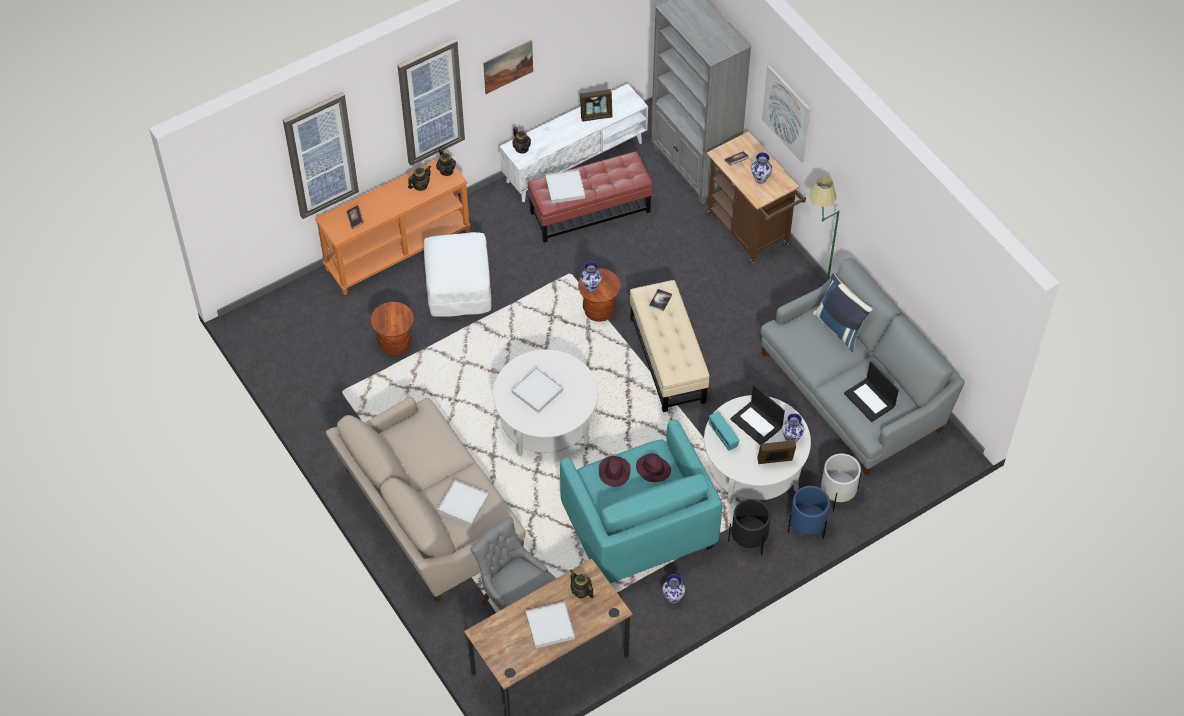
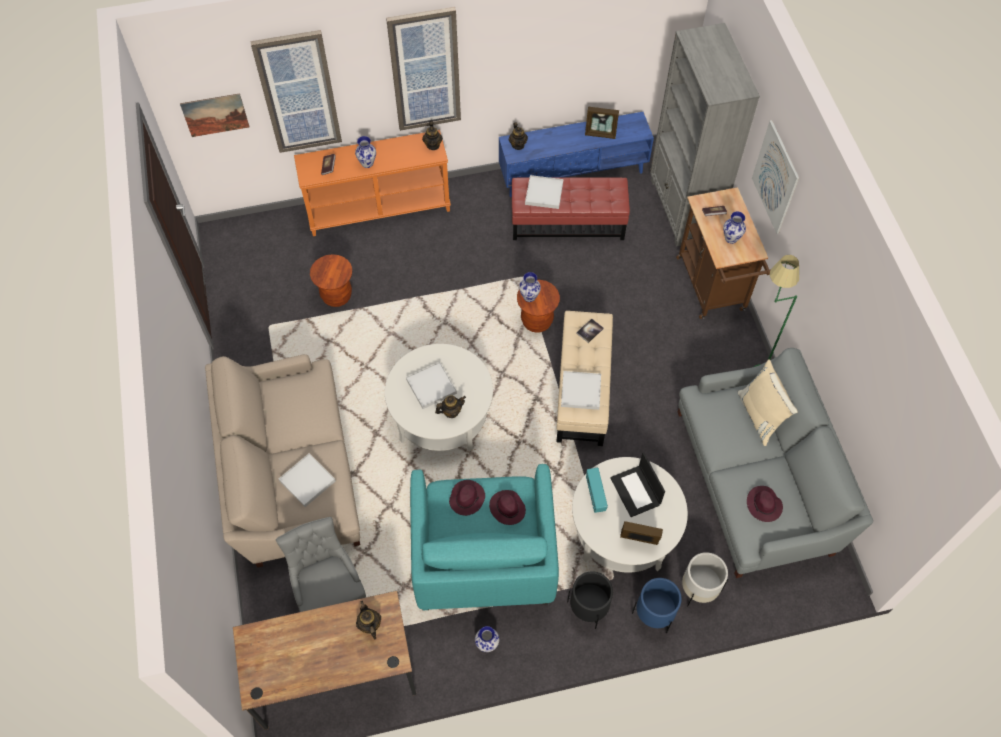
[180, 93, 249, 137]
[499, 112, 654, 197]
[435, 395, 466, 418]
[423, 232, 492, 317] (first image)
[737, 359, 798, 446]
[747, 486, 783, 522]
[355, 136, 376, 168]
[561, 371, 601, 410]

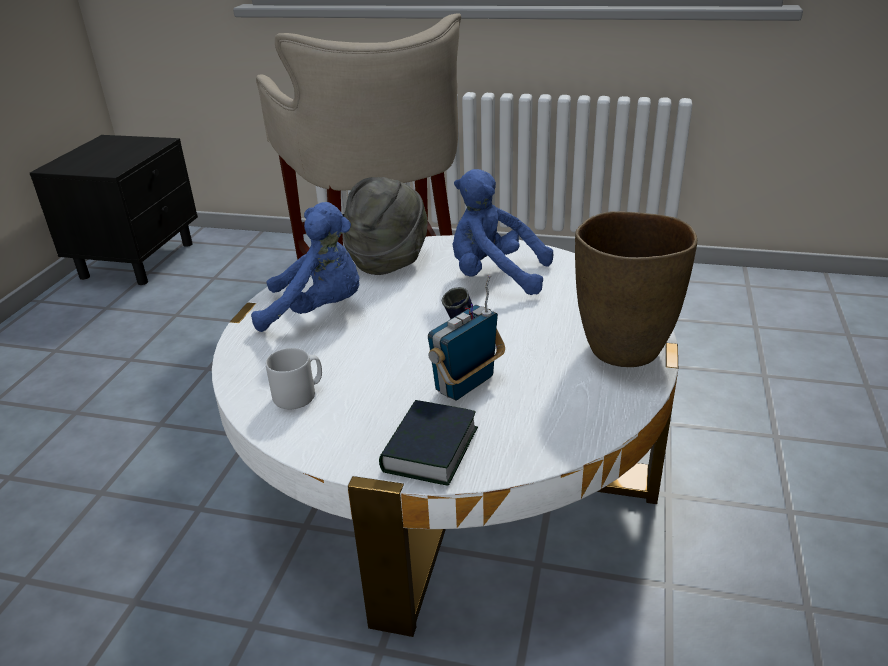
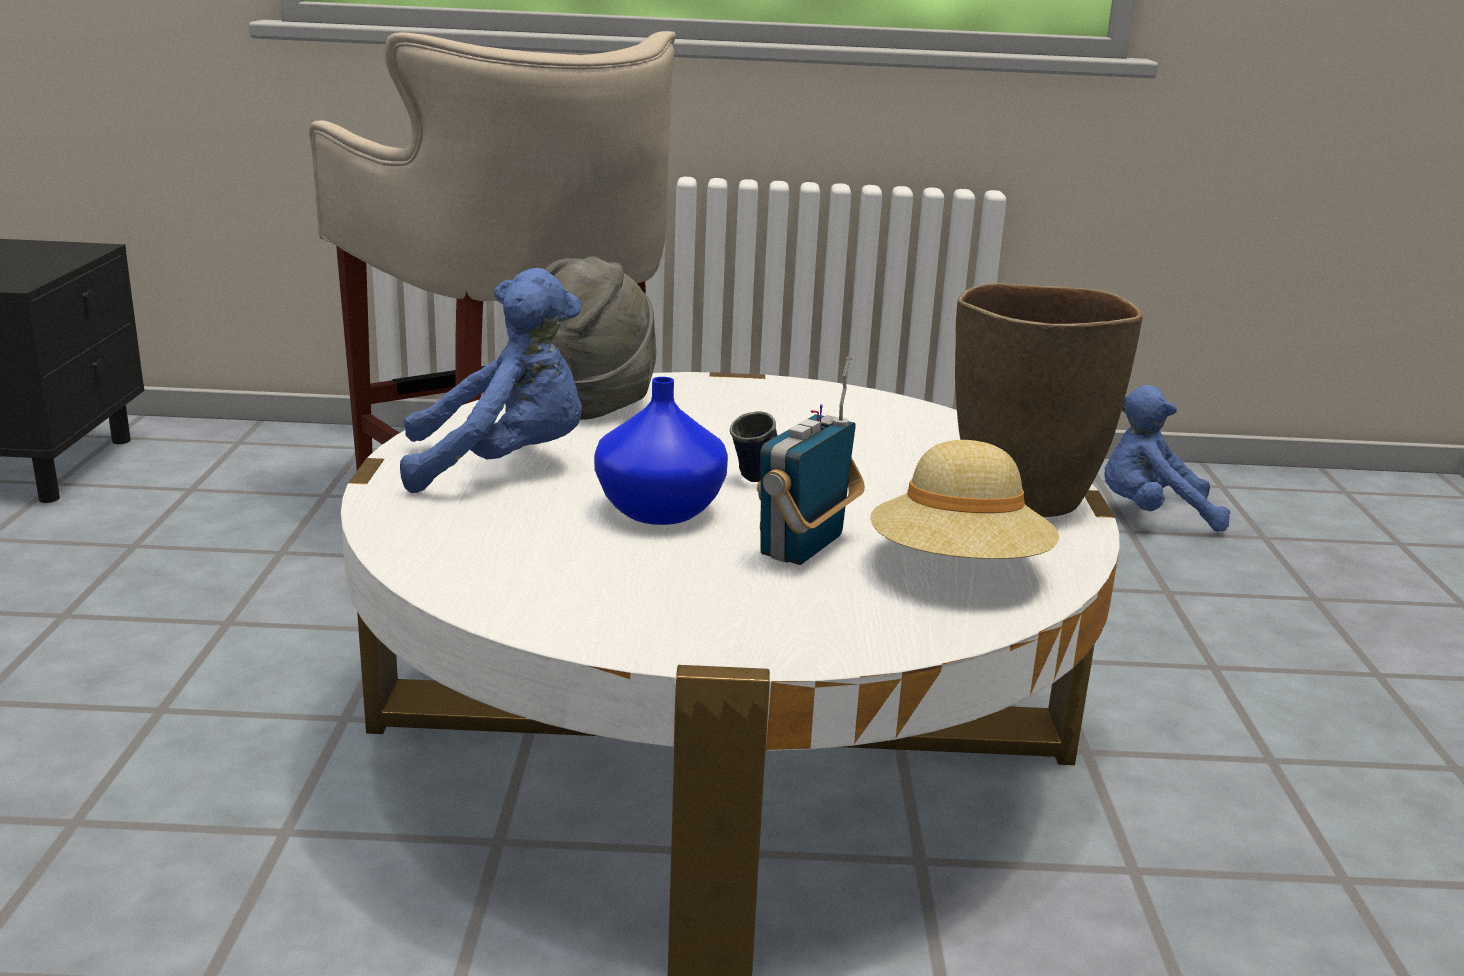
[1104, 385, 1230, 532]
[266, 348, 322, 409] (first image)
[379, 400, 478, 485] (first image)
[594, 377, 728, 525]
[870, 440, 1059, 559]

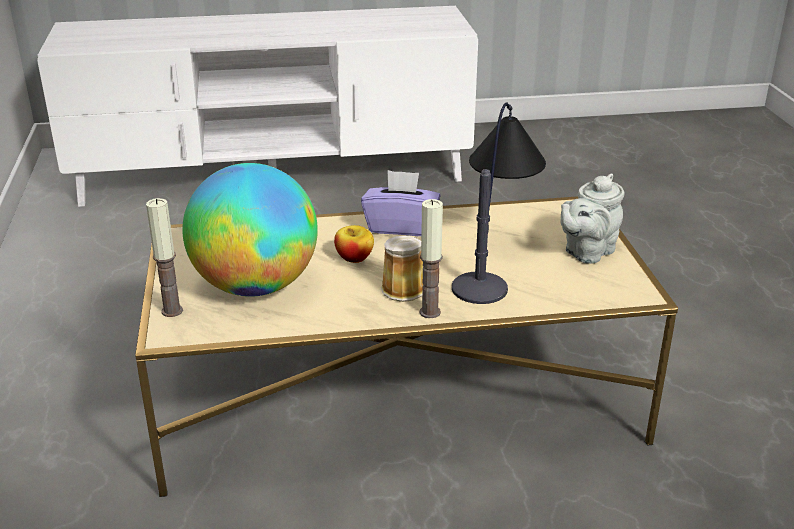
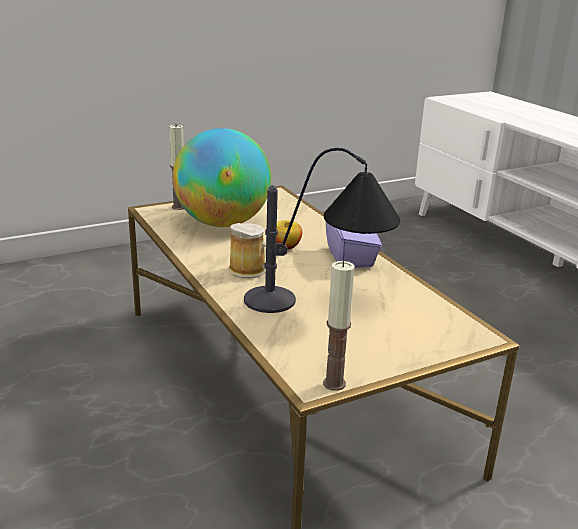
[560, 173, 624, 264] (first image)
[323, 261, 355, 391]

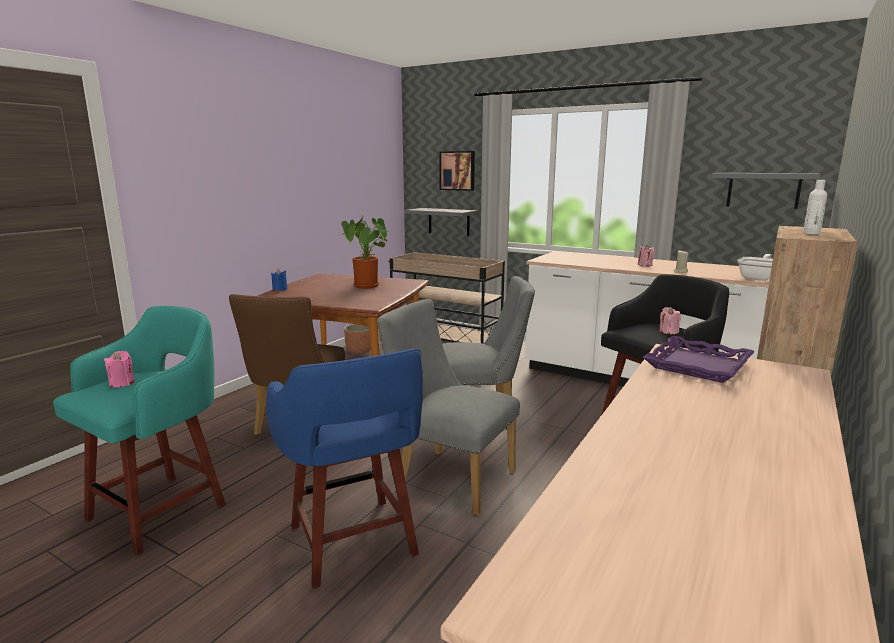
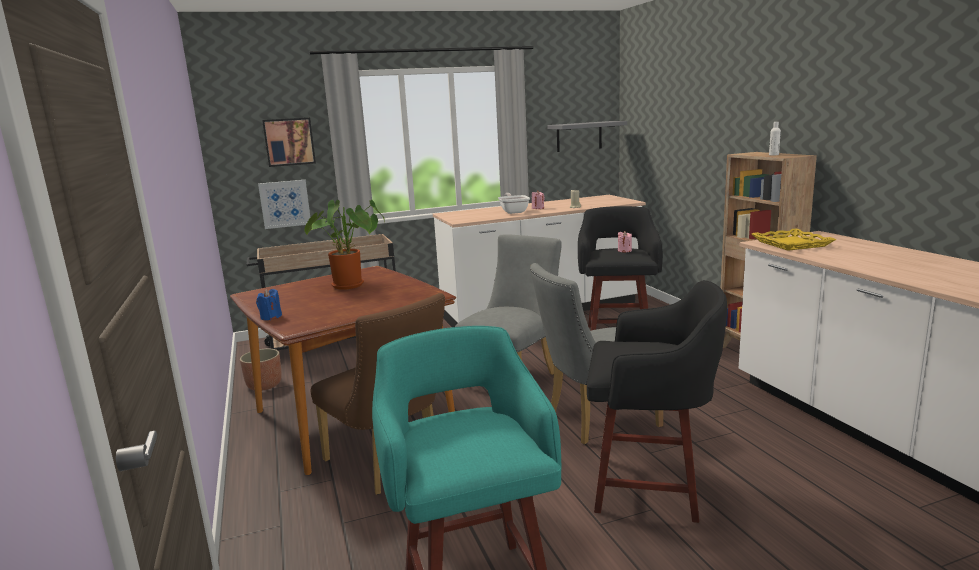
[258, 180, 310, 229]
[498, 193, 530, 214]
[752, 229, 836, 251]
[587, 280, 727, 523]
[104, 351, 135, 387] (first image)

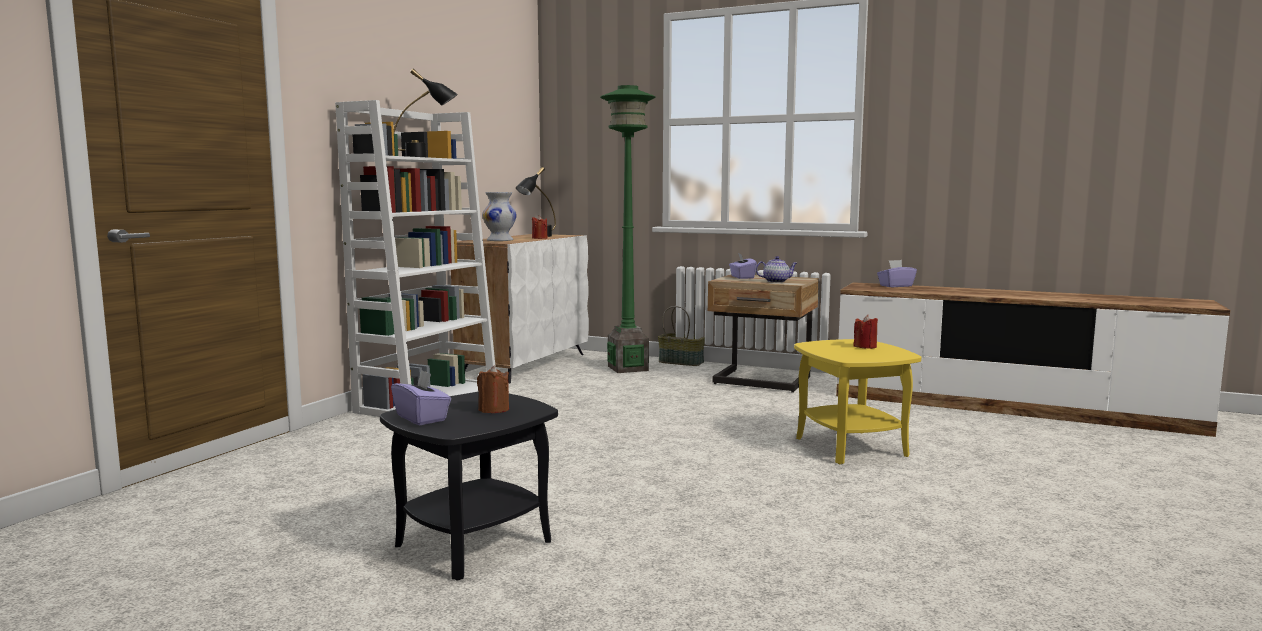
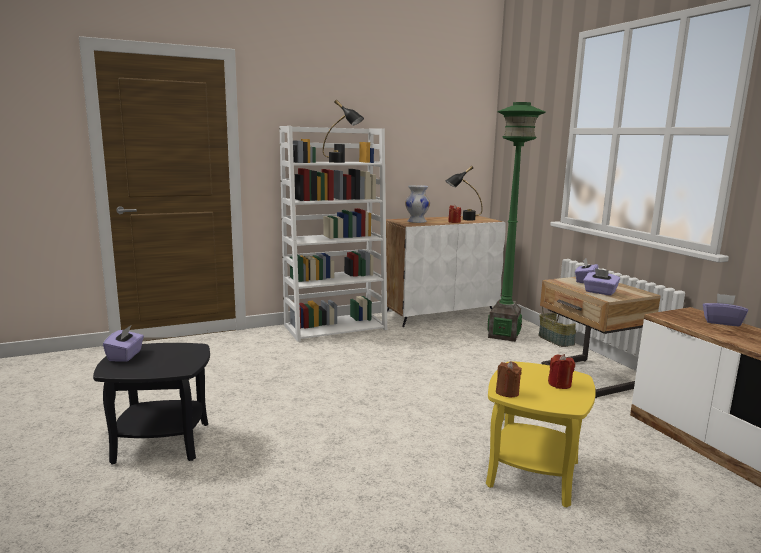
[583, 268, 620, 296]
[496, 361, 522, 397]

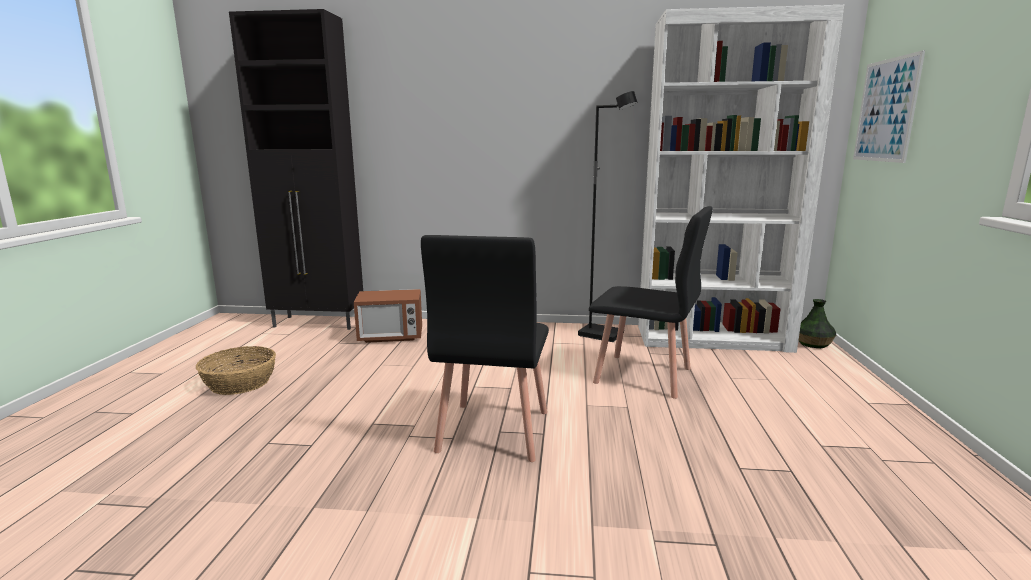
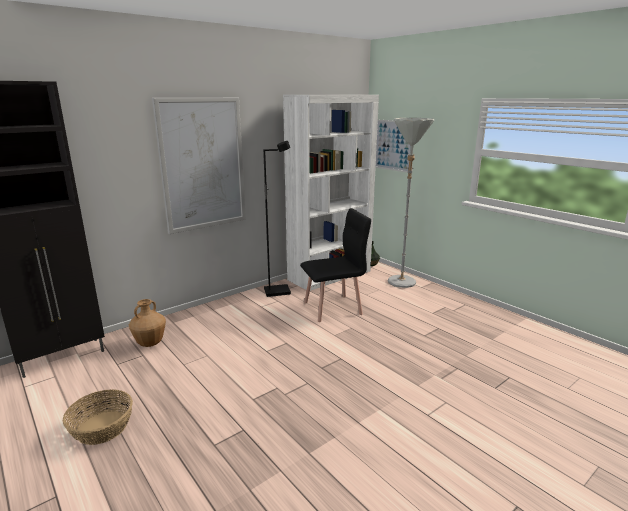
[421, 235, 549, 462] (first image)
[129, 299, 166, 347]
[152, 98, 246, 234]
[388, 118, 434, 288]

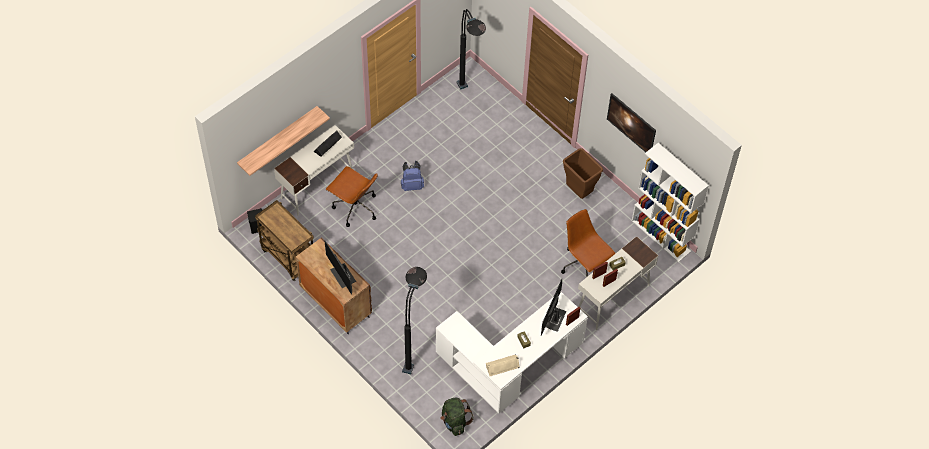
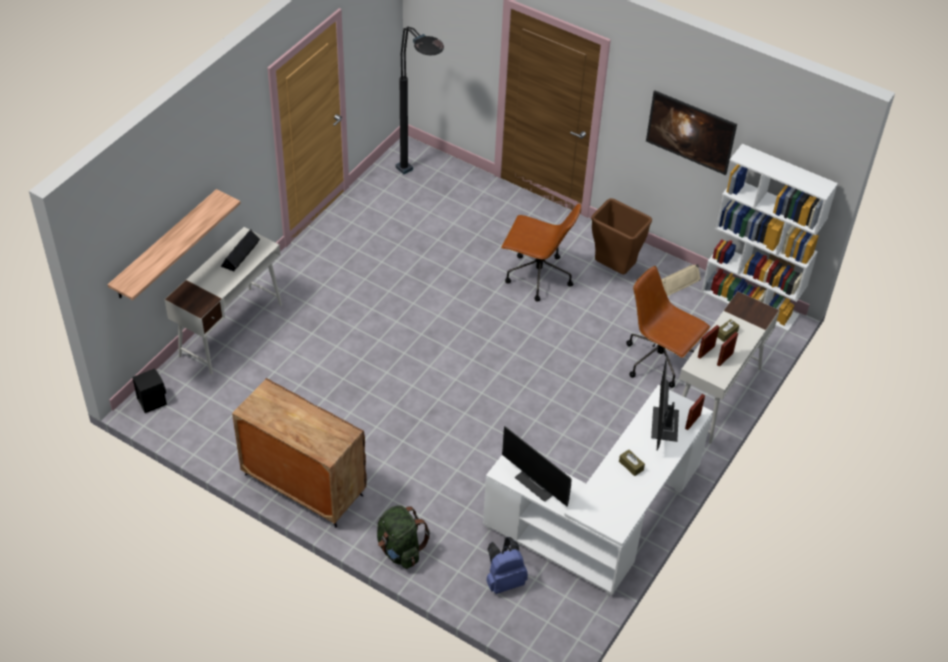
[486, 537, 528, 594]
[501, 203, 581, 301]
[255, 200, 314, 281] (first image)
[502, 426, 572, 506]
[402, 267, 427, 374] (first image)
[661, 264, 701, 296]
[377, 505, 430, 569]

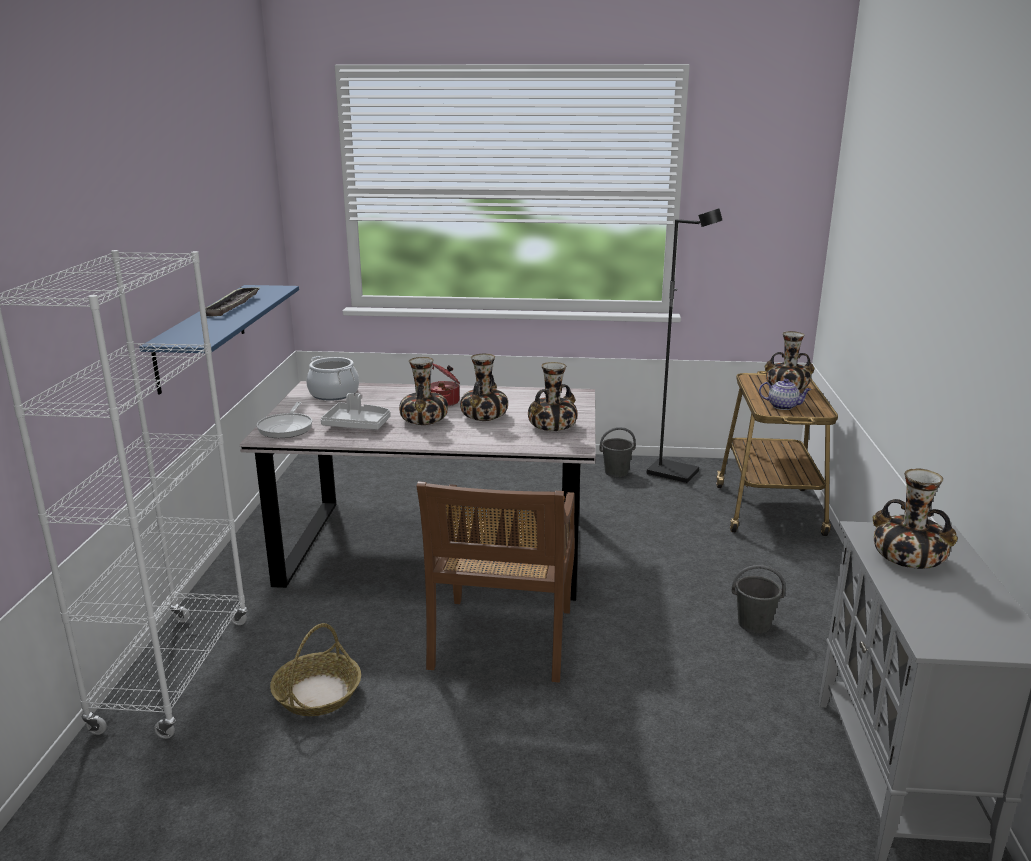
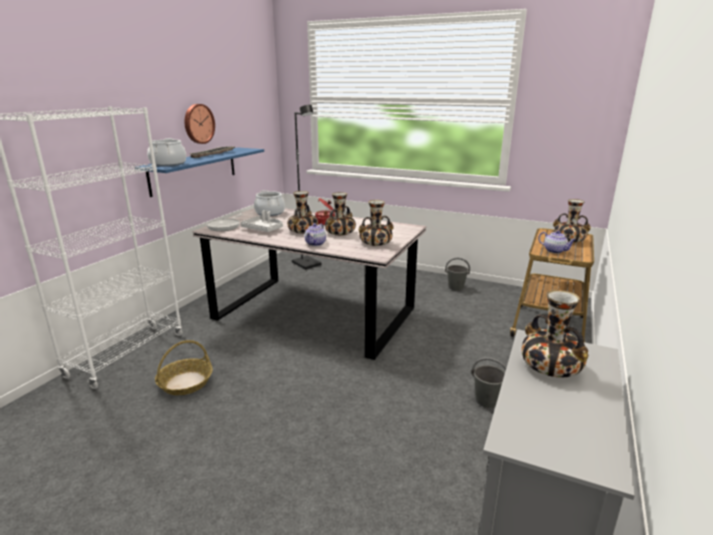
[292, 105, 322, 270]
[417, 481, 575, 682] (first image)
[184, 104, 215, 144]
[147, 138, 186, 167]
[304, 223, 326, 246]

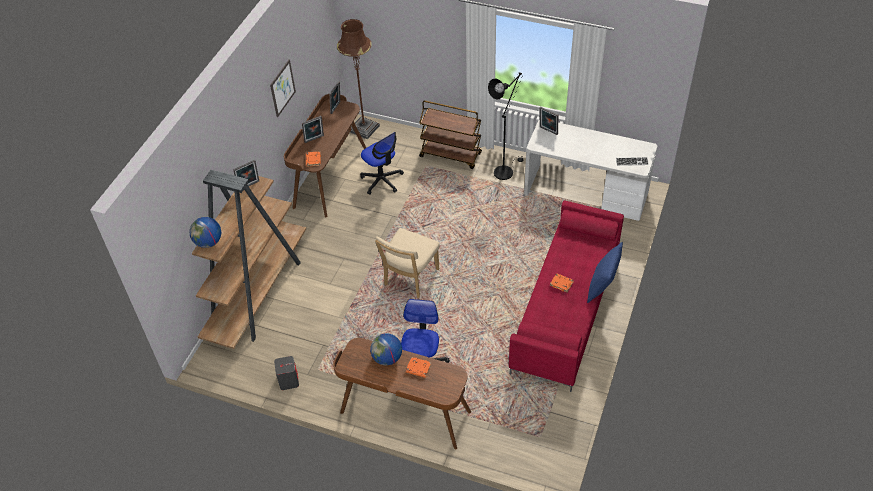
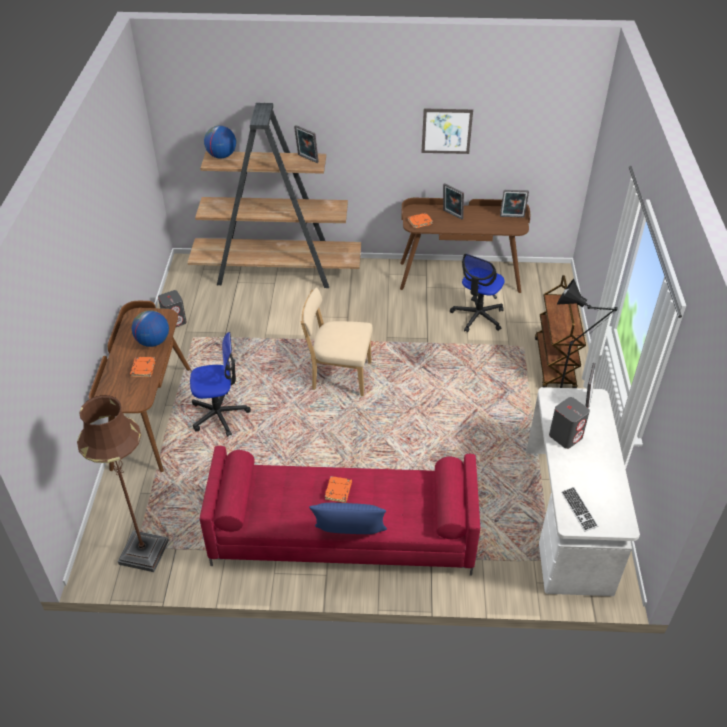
[77, 395, 169, 572]
[549, 397, 590, 449]

